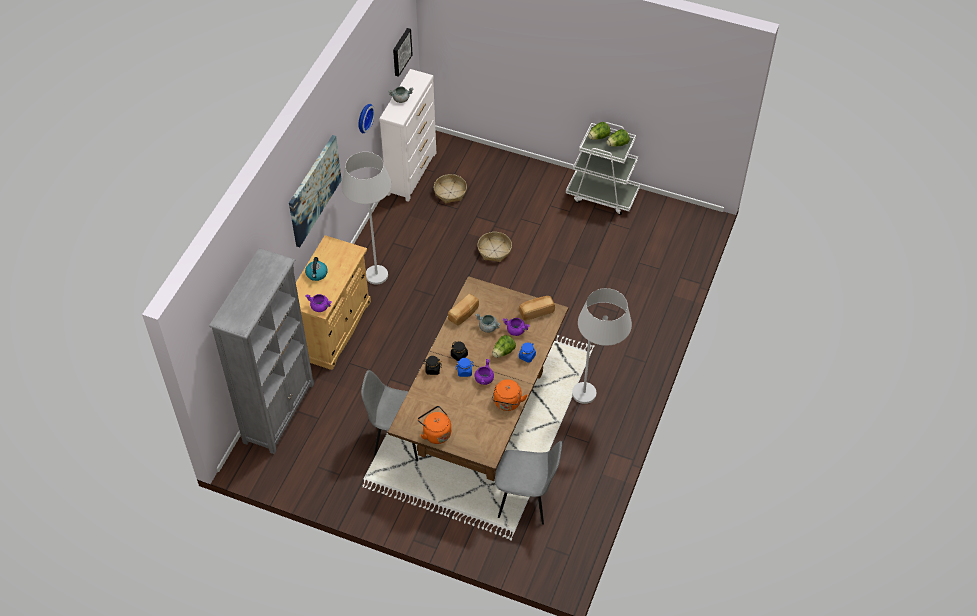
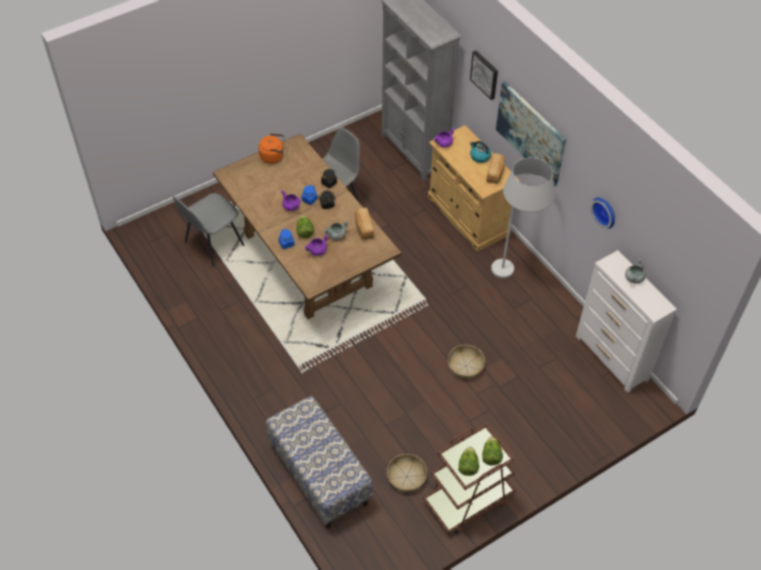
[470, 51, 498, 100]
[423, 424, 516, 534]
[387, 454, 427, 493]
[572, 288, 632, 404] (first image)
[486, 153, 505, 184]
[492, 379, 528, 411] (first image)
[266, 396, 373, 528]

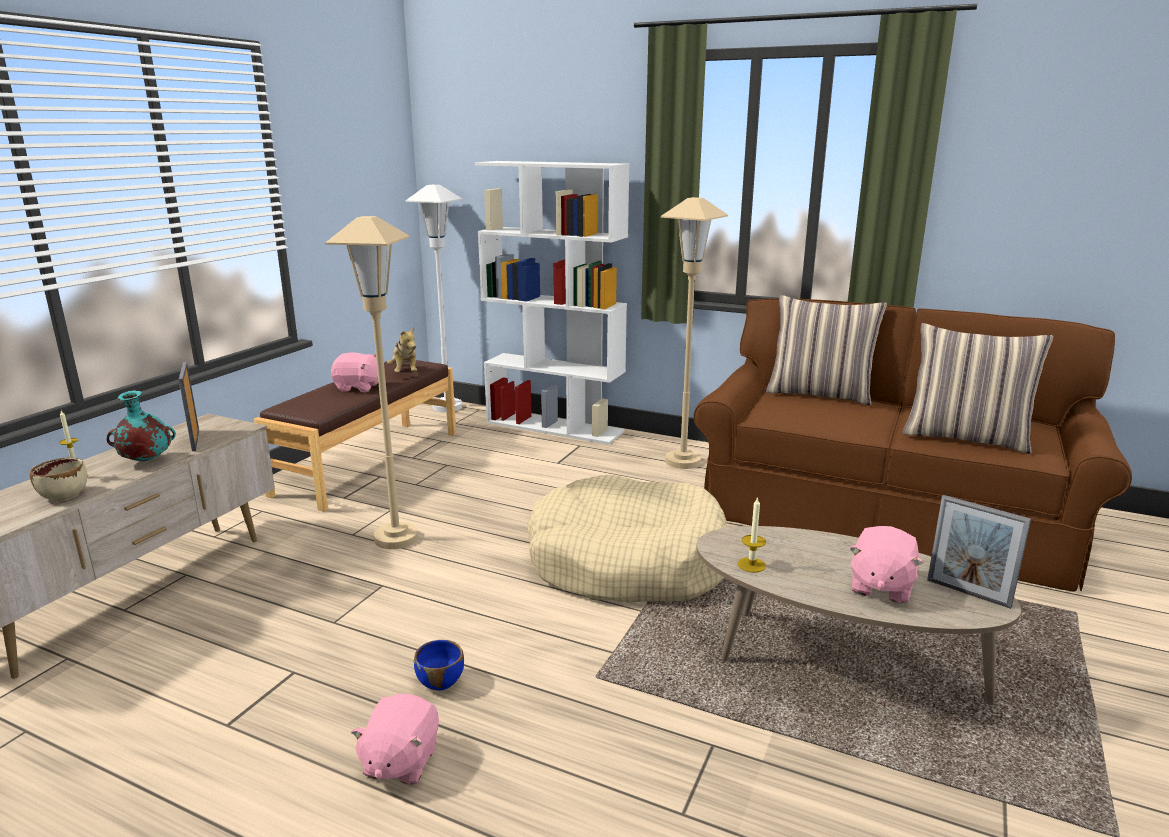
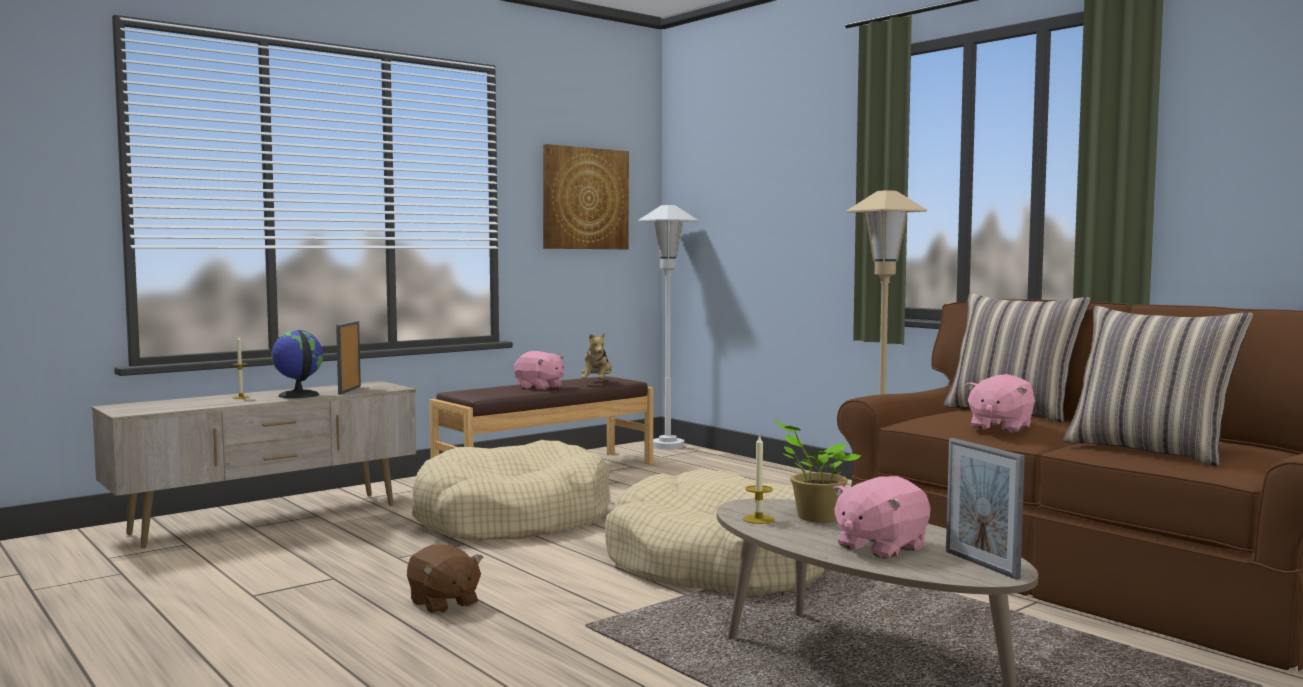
[475, 161, 630, 445] (first image)
[412, 440, 611, 541]
[271, 330, 323, 398]
[29, 457, 87, 501] (first image)
[407, 544, 483, 614]
[965, 374, 1035, 433]
[543, 144, 629, 249]
[774, 420, 861, 523]

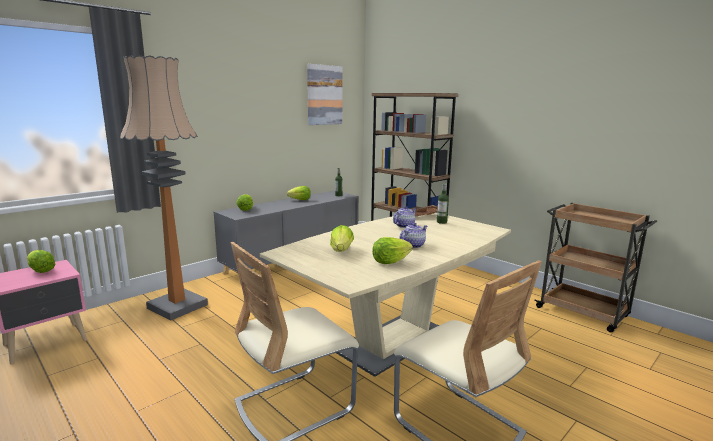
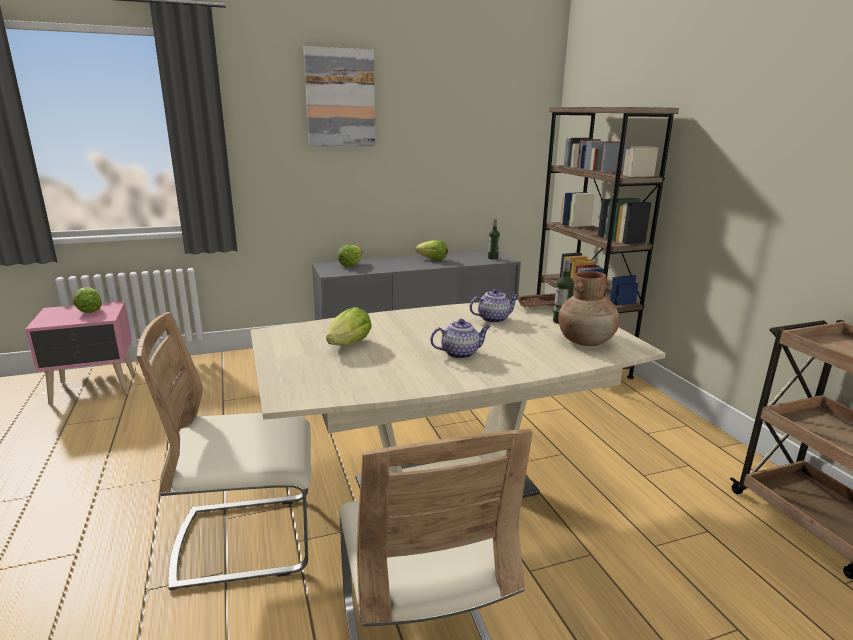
[120, 55, 208, 321] (first image)
[303, 46, 376, 146]
[372, 237, 413, 264] (first image)
[558, 271, 620, 346]

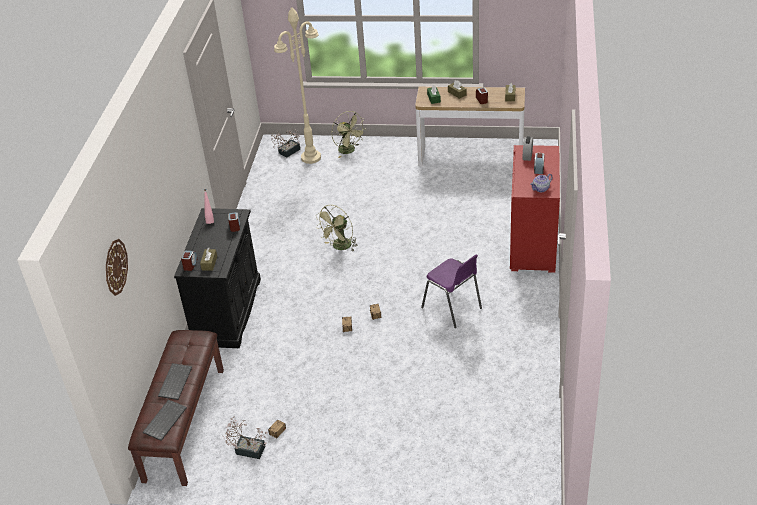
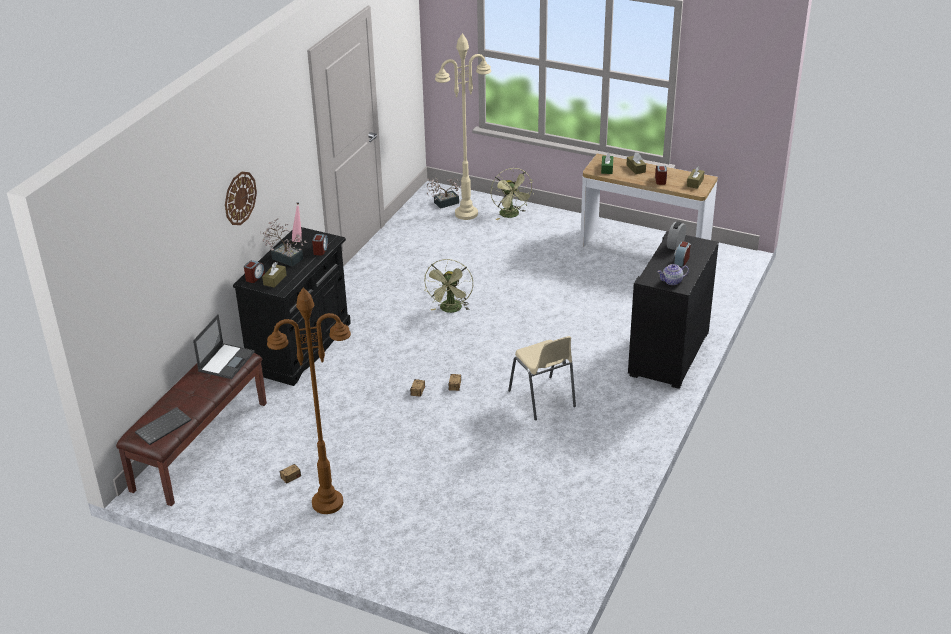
[628, 231, 719, 389]
[424, 259, 473, 313]
[225, 172, 257, 225]
[508, 336, 576, 420]
[158, 363, 192, 400] (first image)
[260, 218, 307, 267]
[267, 287, 351, 514]
[193, 314, 255, 379]

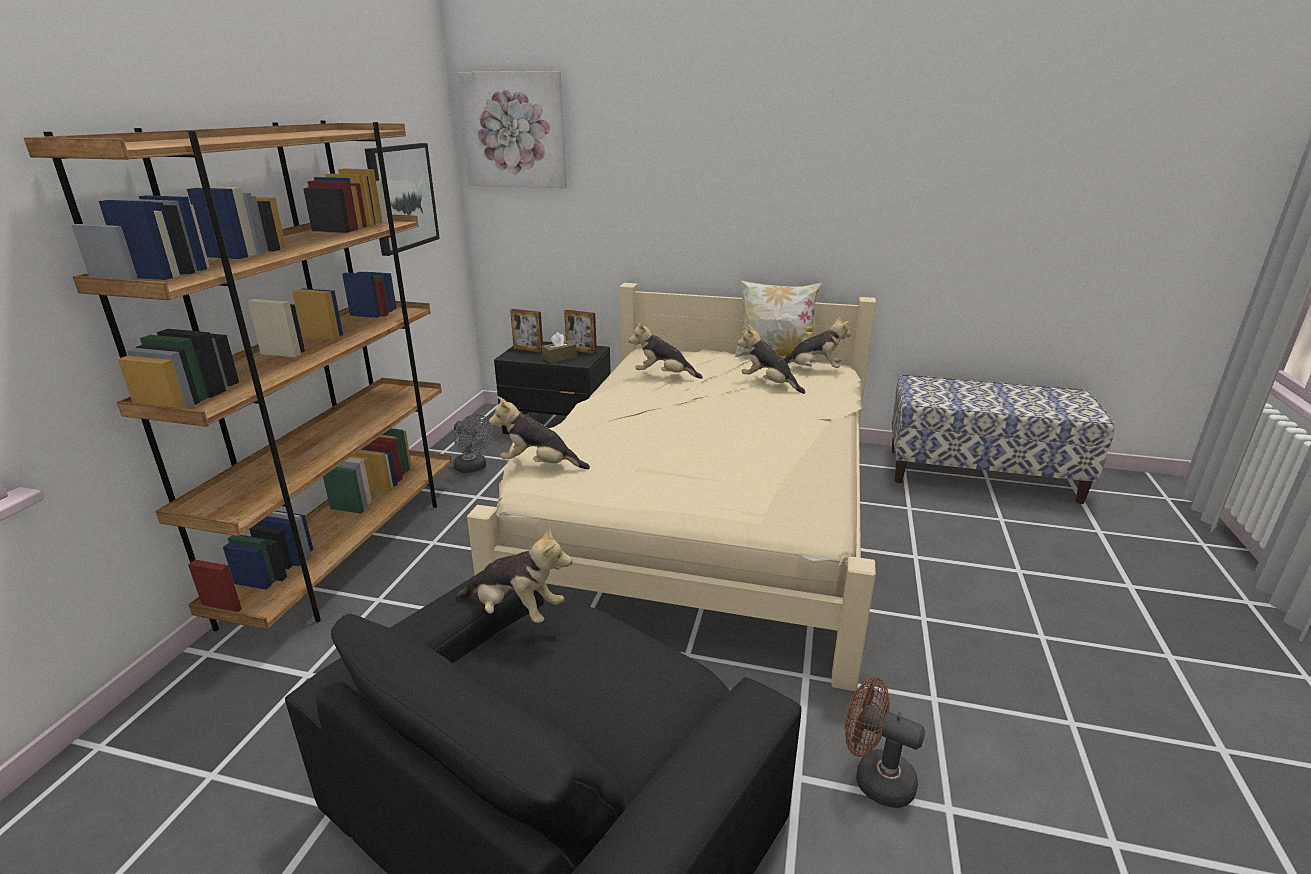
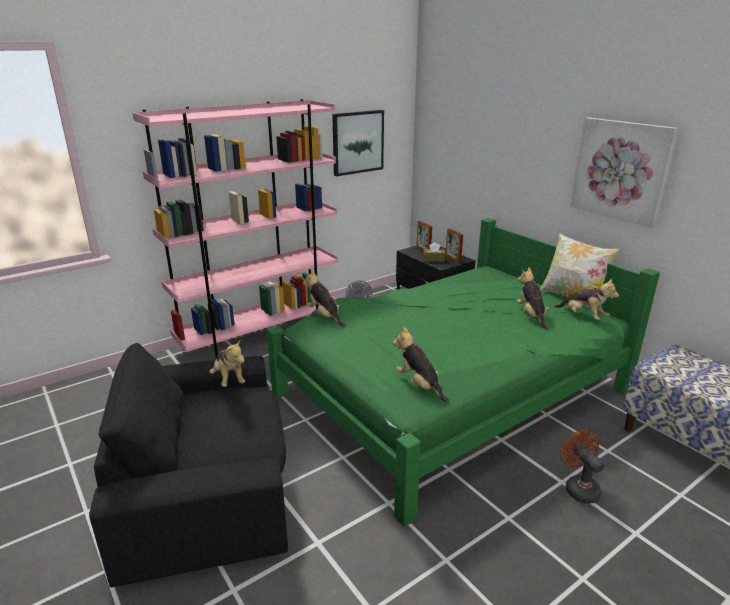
[570, 117, 678, 228]
[133, 99, 338, 359]
[267, 218, 660, 527]
[393, 327, 449, 403]
[560, 430, 604, 504]

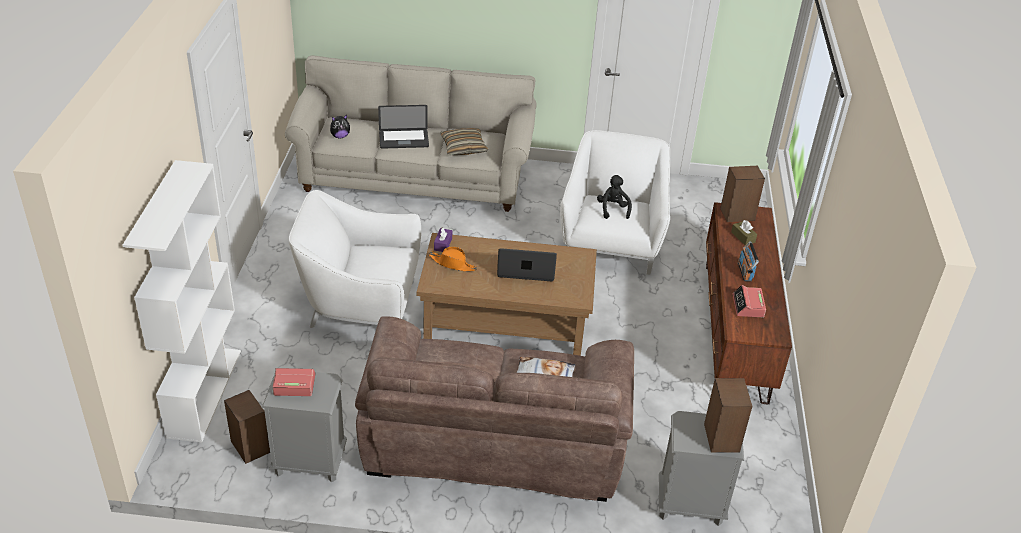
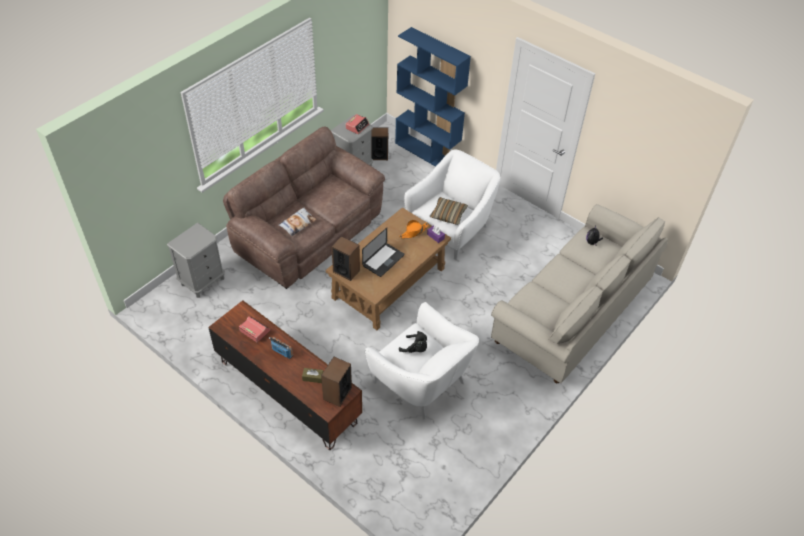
[378, 105, 429, 149] (first image)
[430, 197, 468, 225]
[395, 27, 471, 167]
[332, 236, 360, 281]

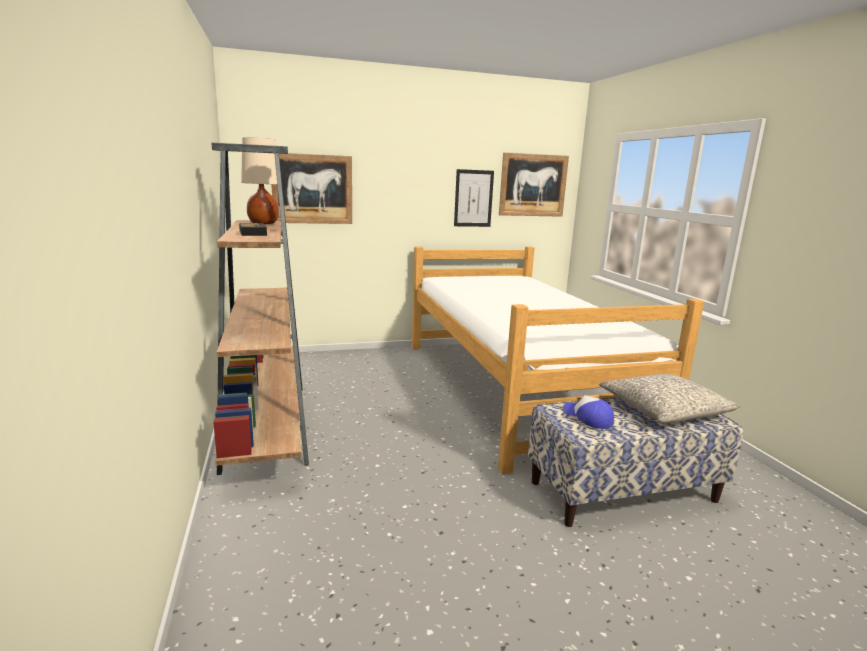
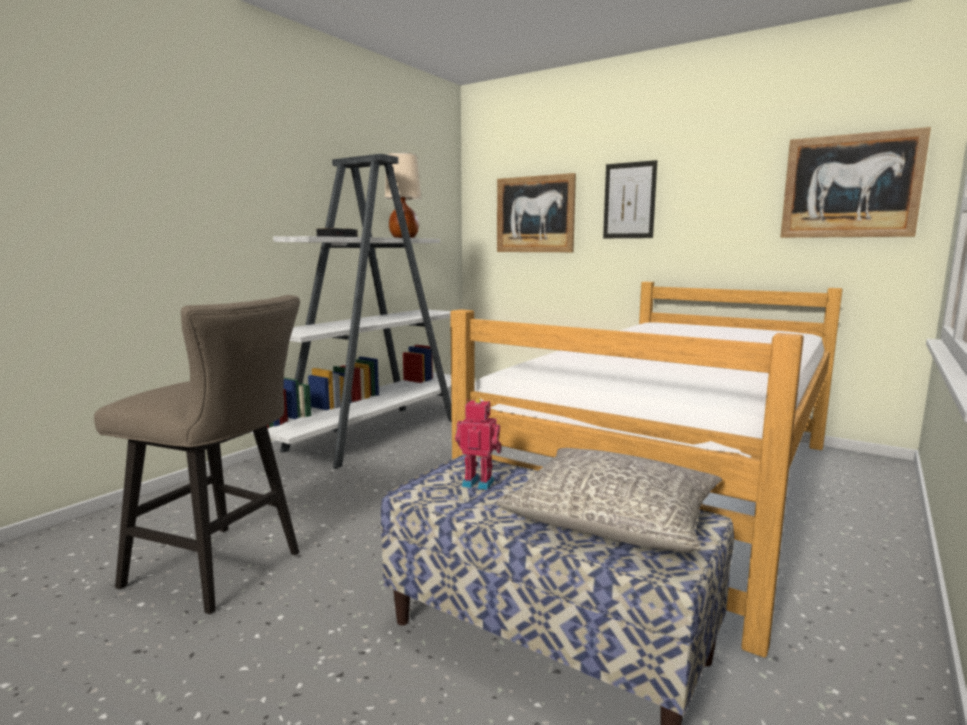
[250, 154, 452, 469]
[603, 160, 657, 238]
[455, 398, 501, 490]
[94, 295, 300, 614]

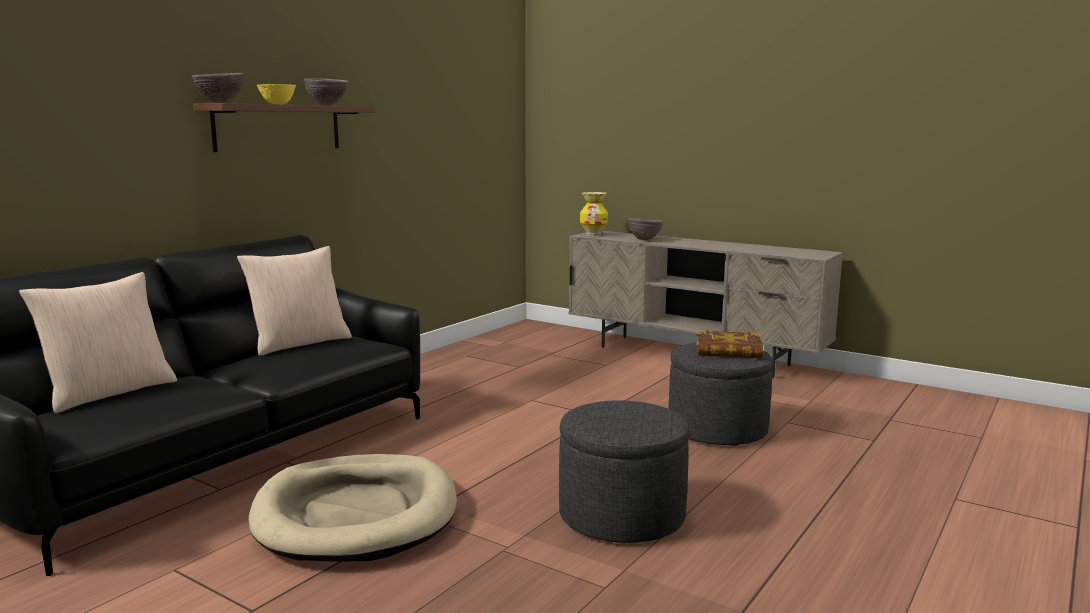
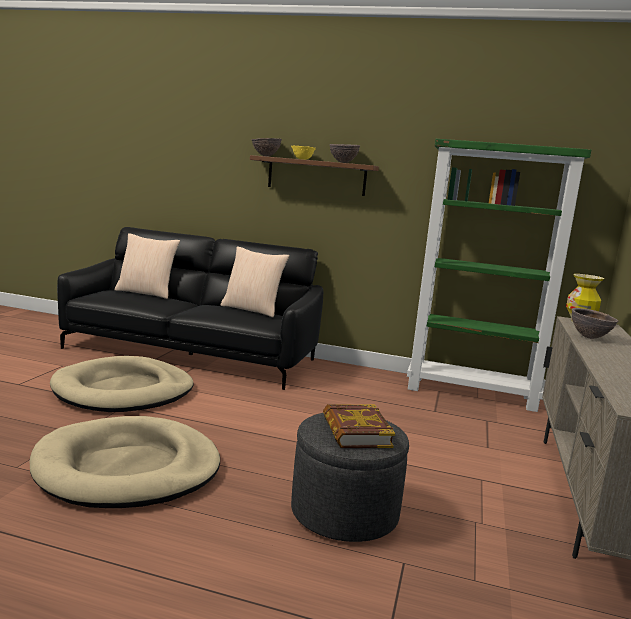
[30, 416, 220, 508]
[407, 139, 591, 412]

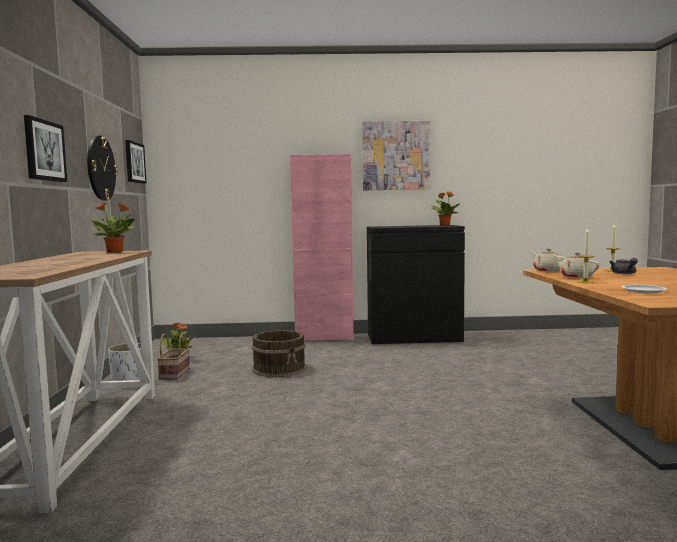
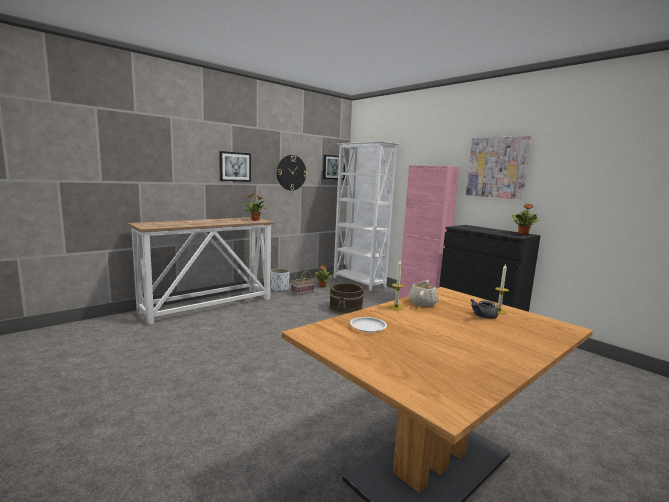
[532, 248, 565, 272] (first image)
[333, 141, 398, 291]

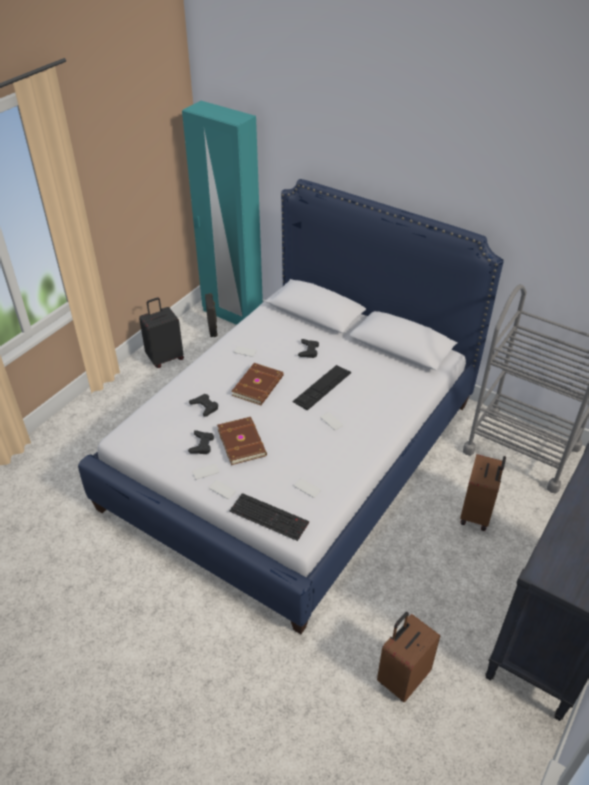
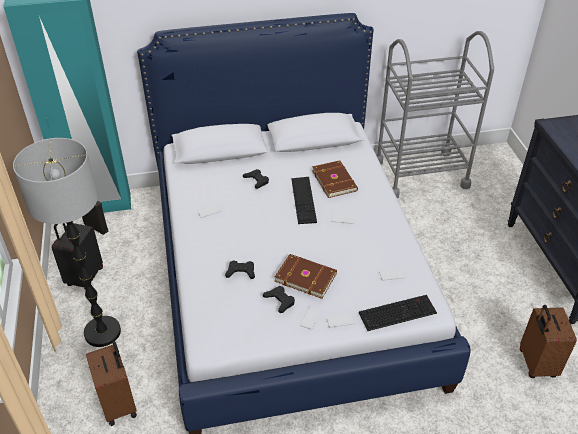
[312, 160, 358, 198]
[86, 341, 137, 426]
[13, 138, 121, 347]

